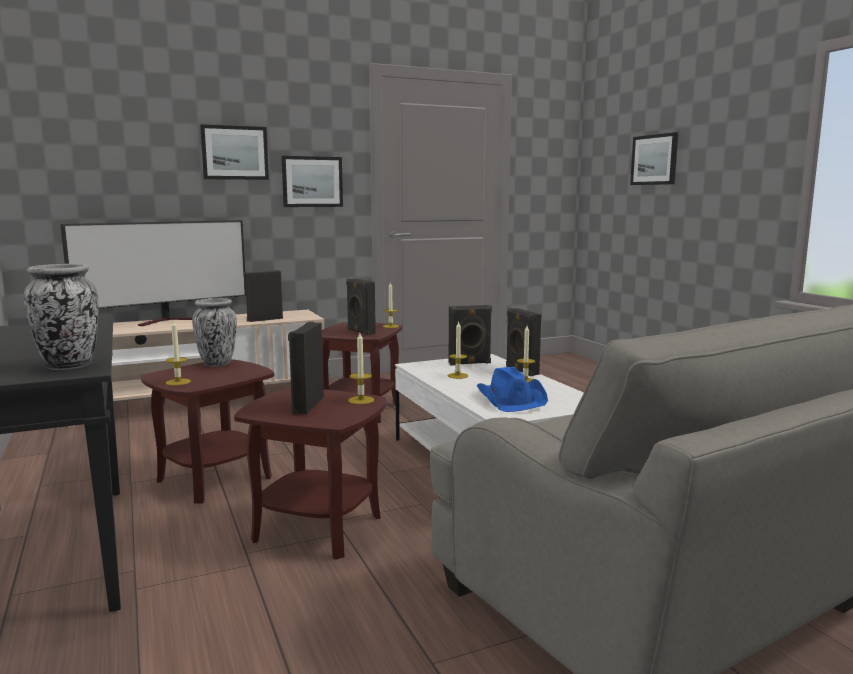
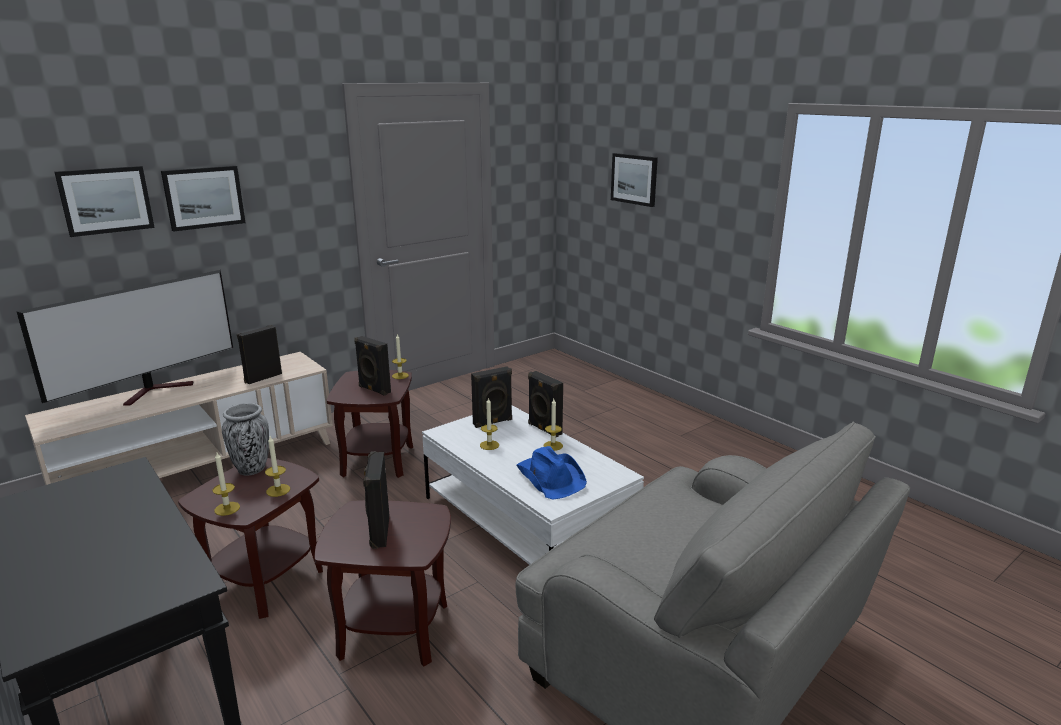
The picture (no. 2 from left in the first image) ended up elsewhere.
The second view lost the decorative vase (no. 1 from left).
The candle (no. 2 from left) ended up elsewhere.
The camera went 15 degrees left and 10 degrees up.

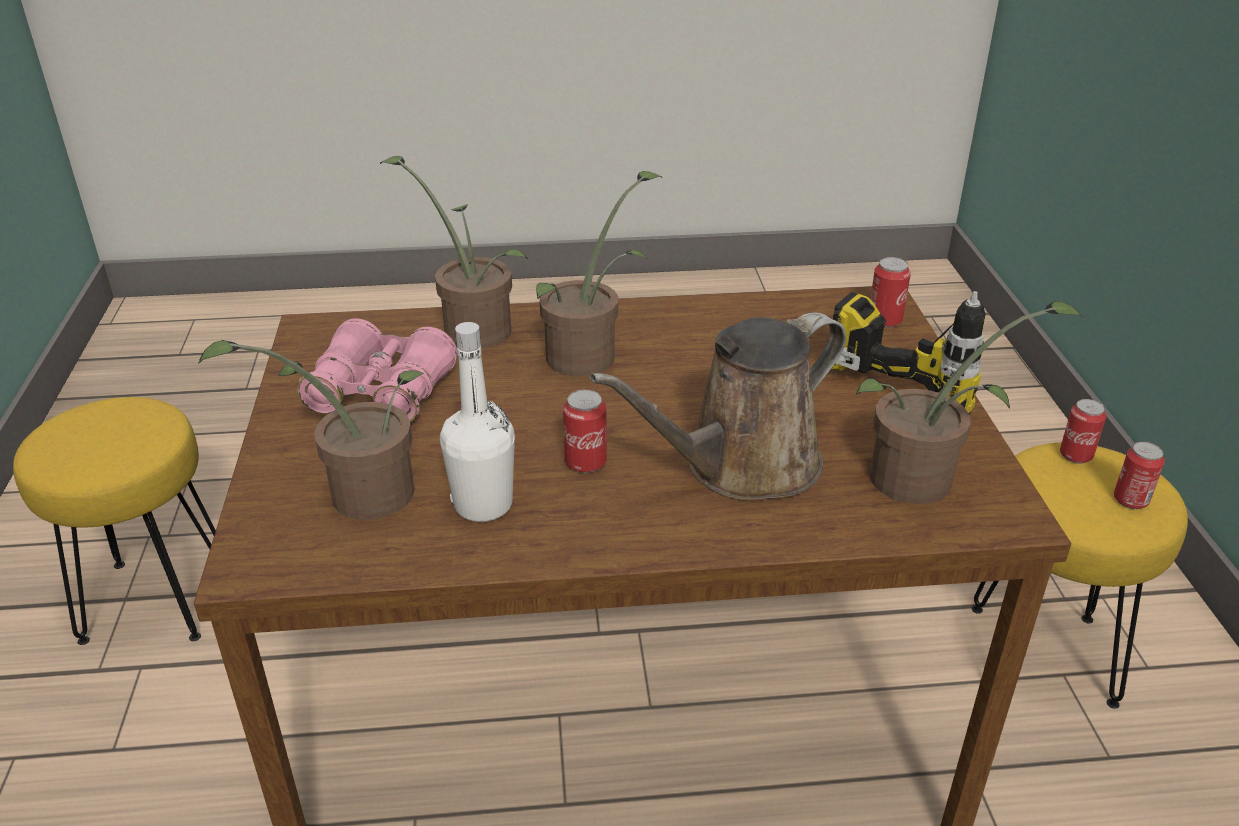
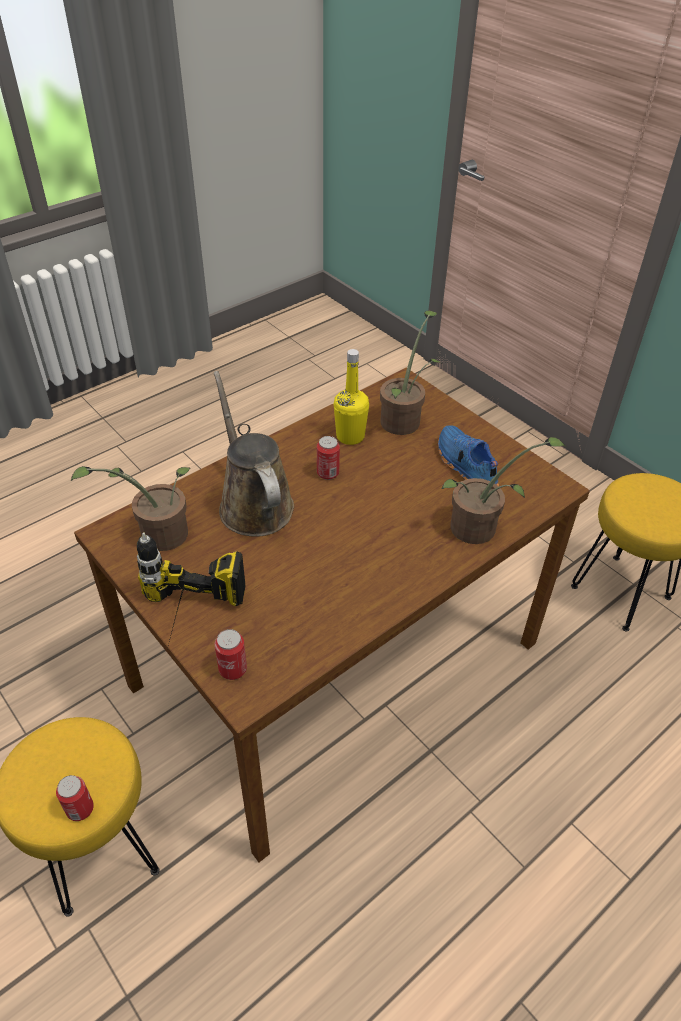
The second view lost the houseplant (no. 3 from left).
The brown watering pot ended up facing another way, 45 degrees counterclockwise from before.
Where the pink field glasses stood, the blue-coloured shoe came to stand.
What was the white beverage bottle turned into the yellow beverage bottle.
The second view lost the can (no. 4 from left).
The camera went 145 degrees right and 10 degrees up.

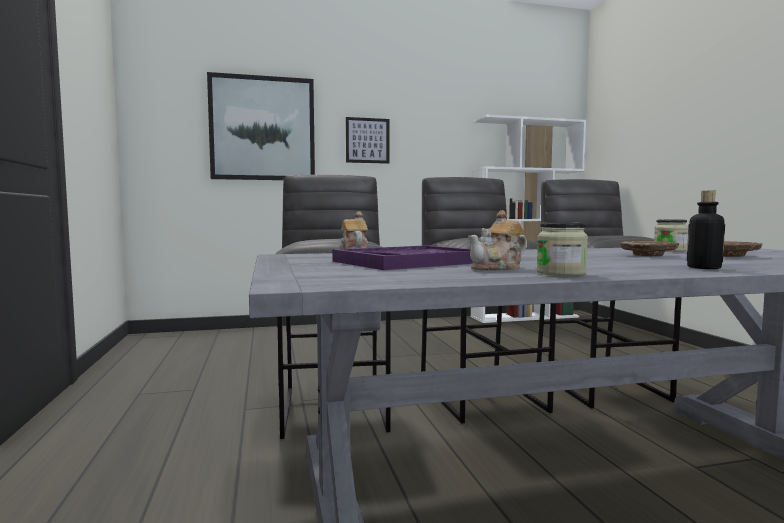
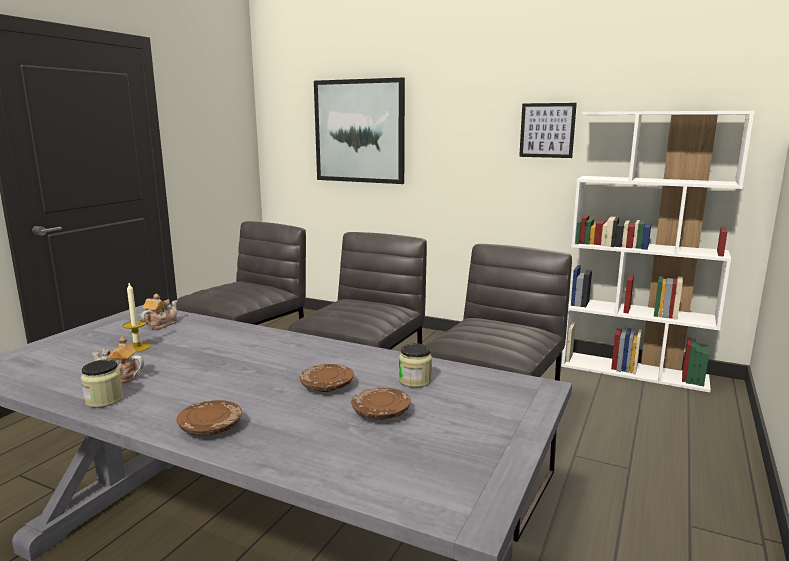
The picture (no. 2 from left) ended up elsewhere.
Where the beverage bottle stood, the brown dinner plate (no. 1 from left) came to stand.
Where the purplish tray stood, the candle came to stand.
The camera went 40 degrees right and 10 degrees up.

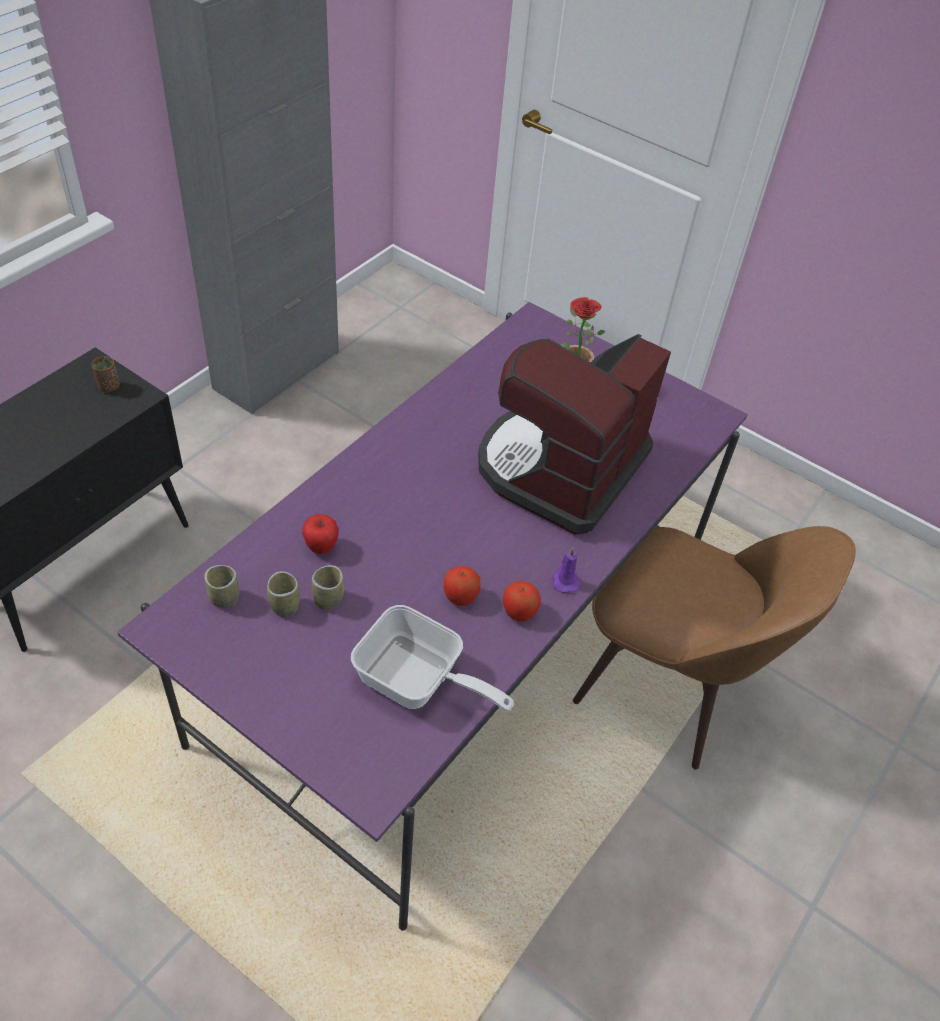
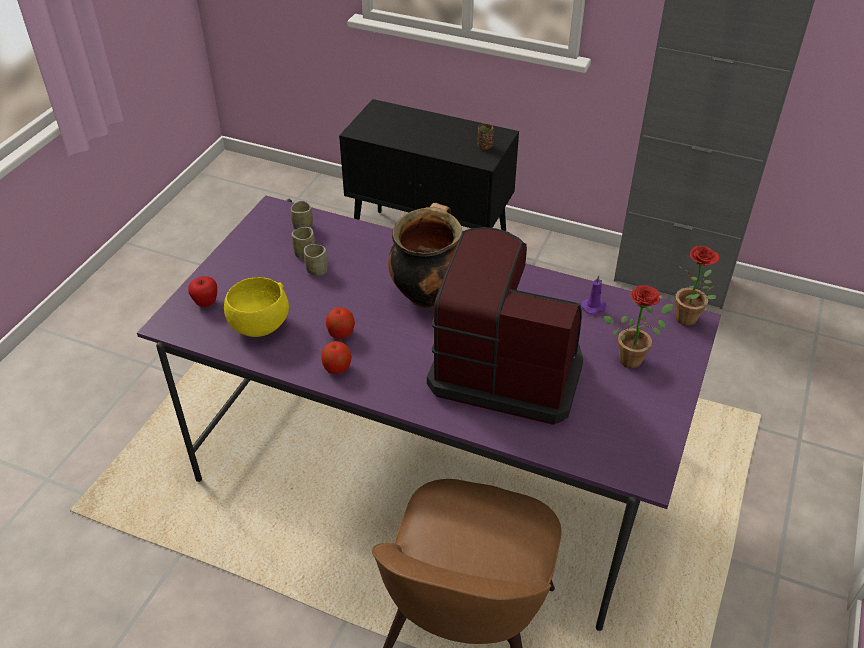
The whole apple (no. 1 from left) ended up elsewhere.
The purplish candle ended up elsewhere.
Where the pan stood, the yellow deep dish came to stand.
The second view gained the stockpot.
The second view gained the houseplant (no. 2 from left).
The camera went 80 degrees right and 5 degrees down.

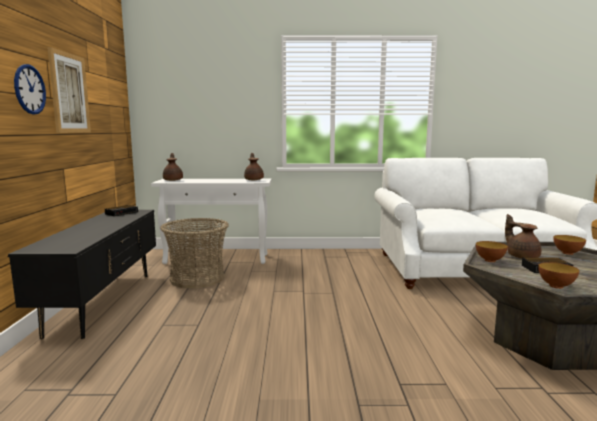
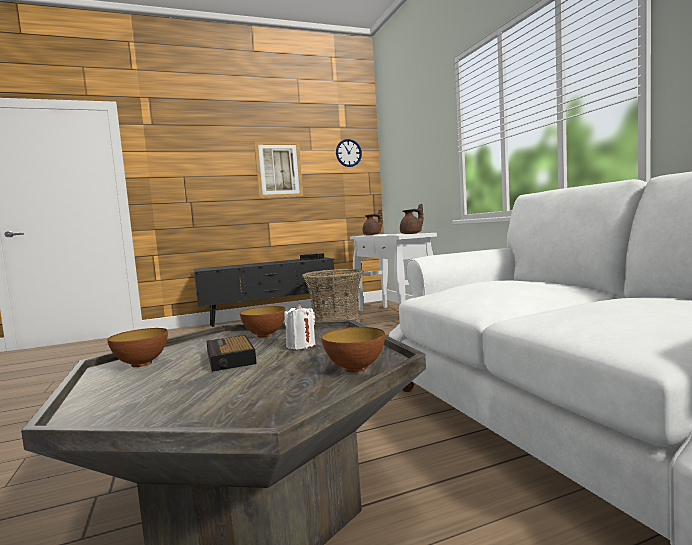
The hanging clock ended up elsewhere.
Where the brown teapot (no. 3 from left) stood, the white candle came to stand.
The camera went 70 degrees right and 5 degrees down.

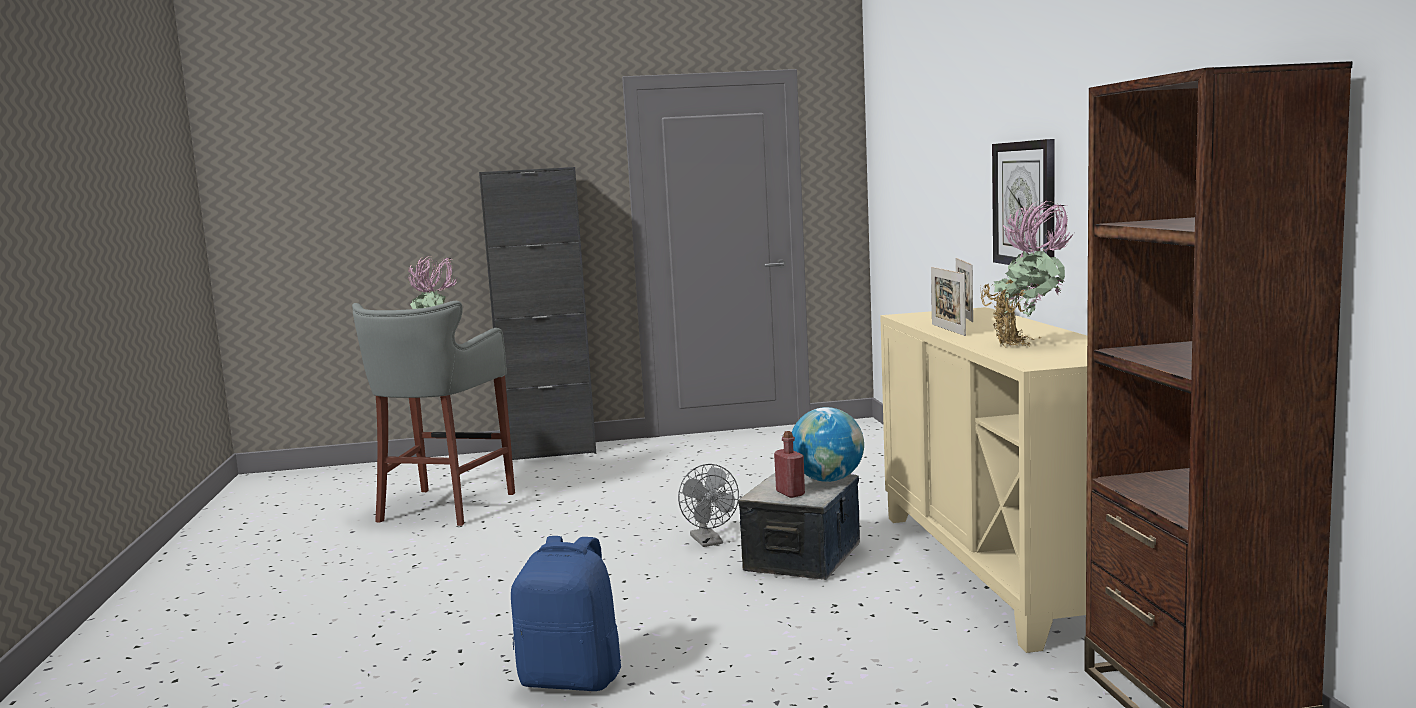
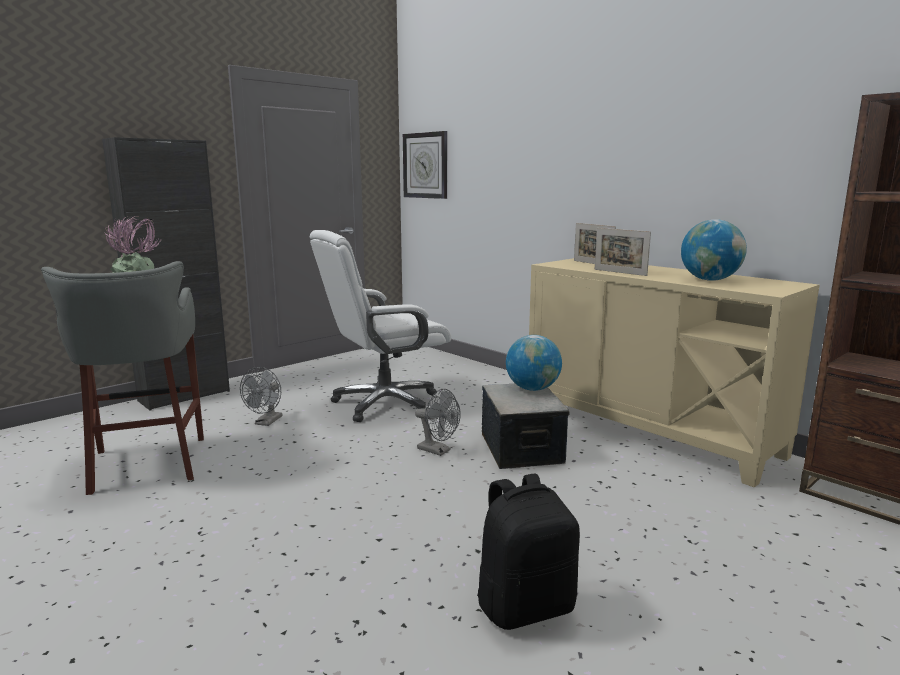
The hanging clock ended up elsewhere.
Where the houseplant (no. 2 from left) stood, the globe (no. 2 from left) came to stand.
The second view lost the reddish beverage bottle.
What was the blue-coloured rucksack turned into the black rucksack.
The second view gained the white computer chair.
The second view gained the grey fan (no. 1 from left).
The camera went 35 degrees left and 5 degrees up.

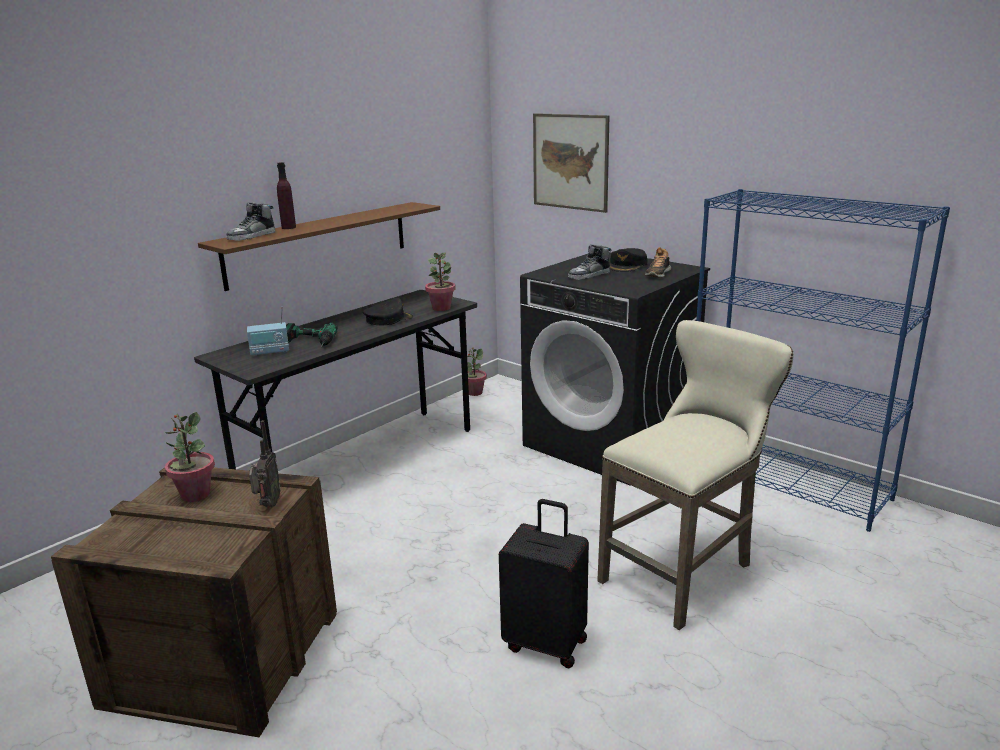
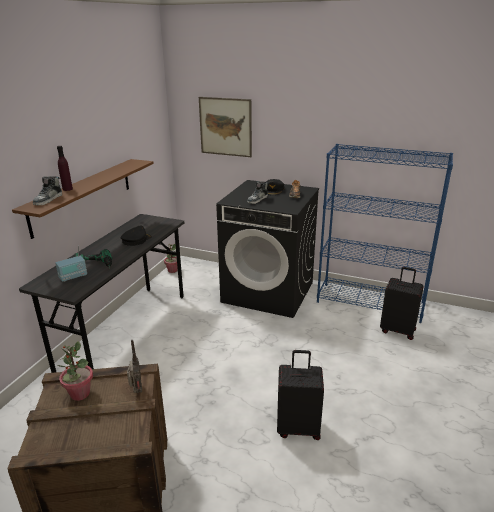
The second view lost the houseplant (no. 2 from left).
The second view lost the beige sitting stool.
The second view gained the black travel case (no. 2 from left).
The camera went 20 degrees left and 5 degrees up.

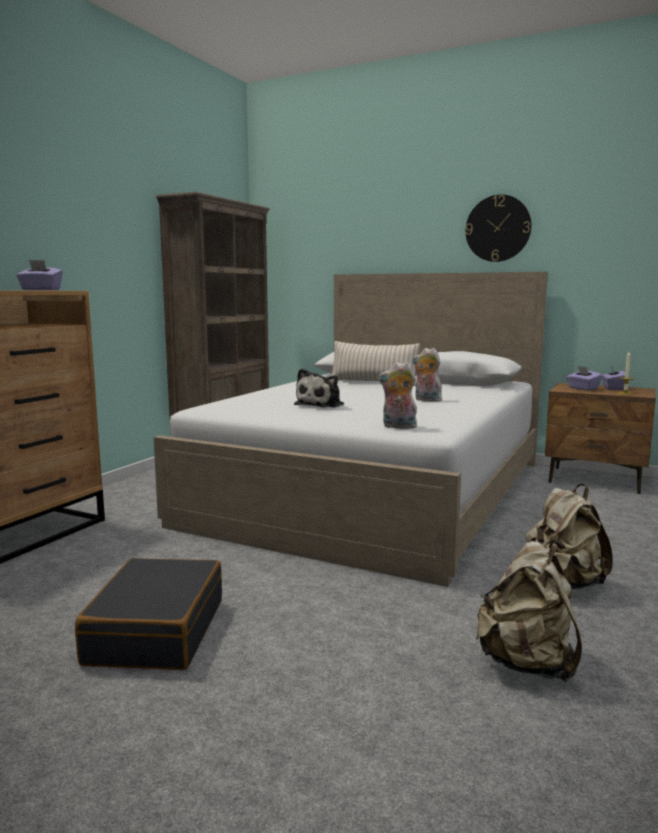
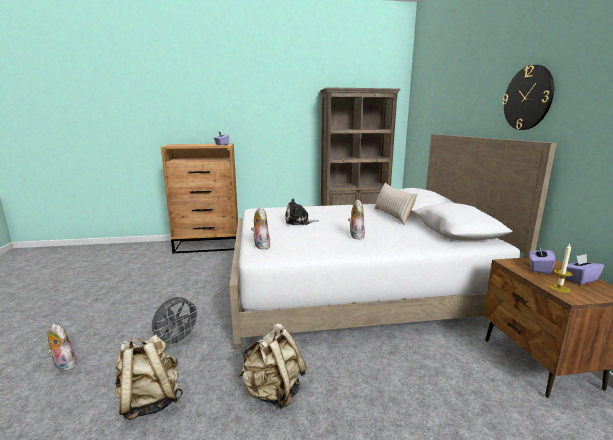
The second view lost the black travel case.
The second view gained the grey fan.
The second view gained the cuddly toy (no. 1 from left).
The camera went 55 degrees right and 5 degrees up.

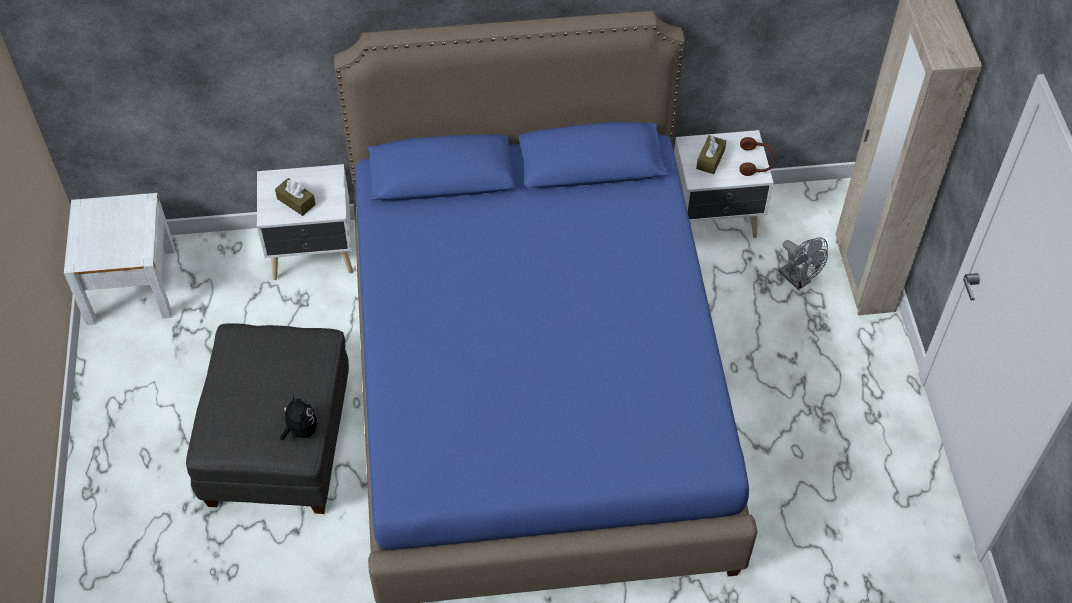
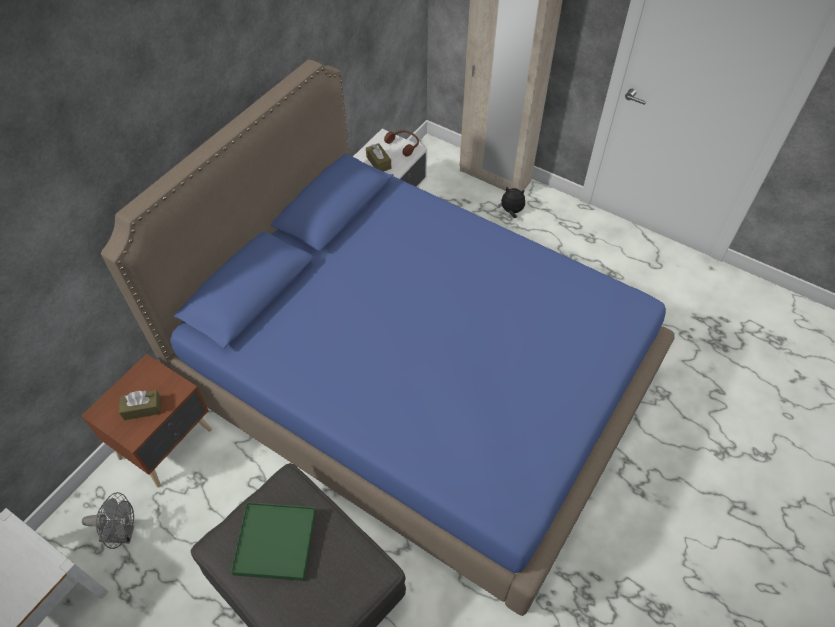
What was the white nightstand (no. 2 from left) turned into the brown nightstand.
The grey fan ended up elsewhere.
The cuddly toy ended up elsewhere.
The second view gained the green tray.
The camera went 50 degrees left and 0 degrees up.

